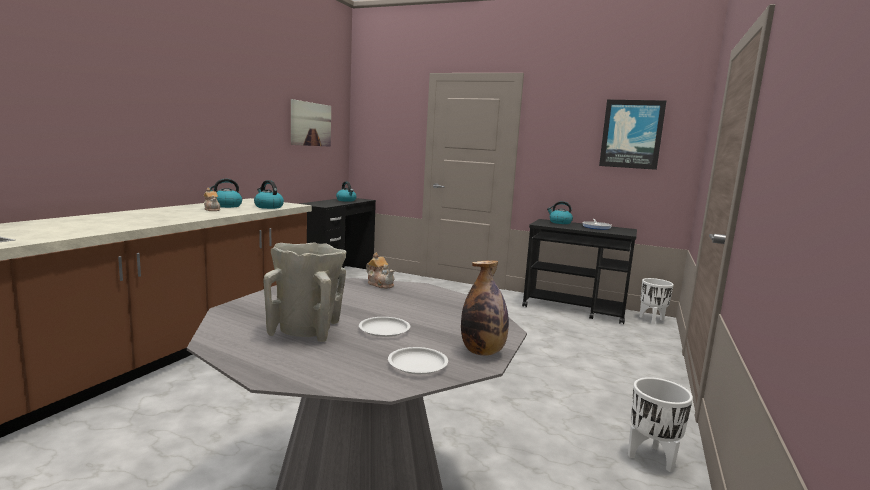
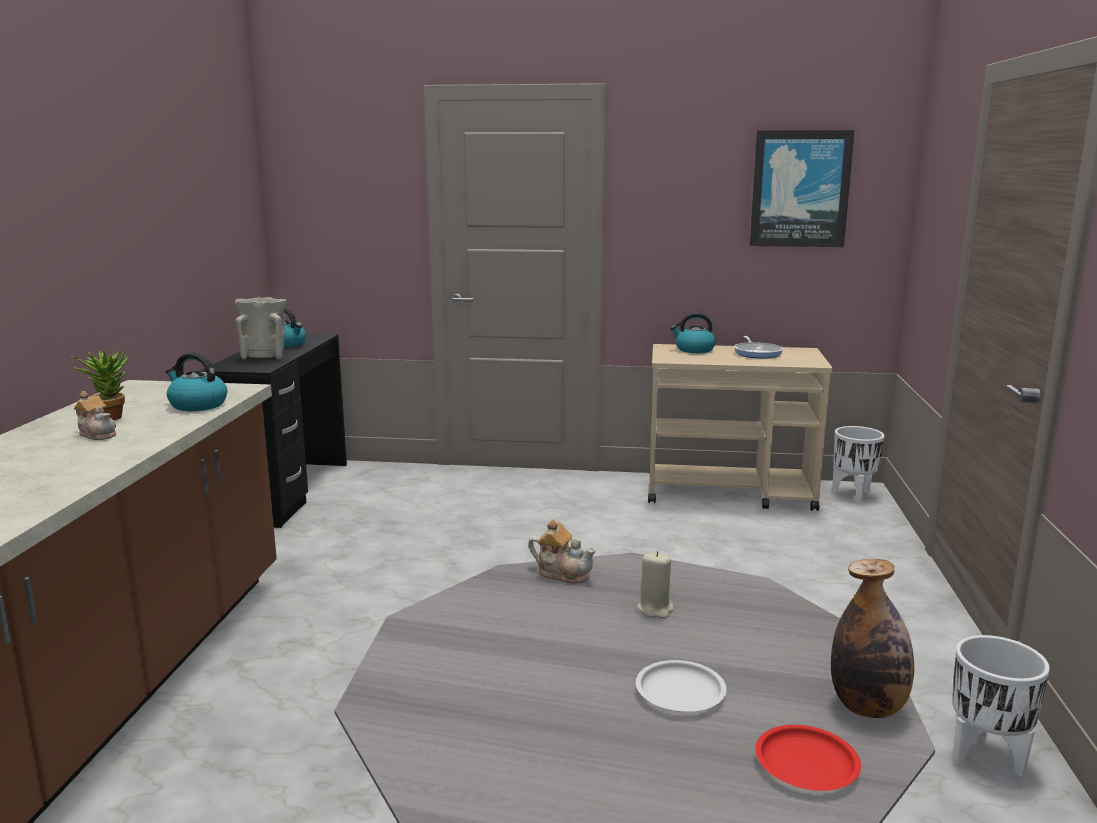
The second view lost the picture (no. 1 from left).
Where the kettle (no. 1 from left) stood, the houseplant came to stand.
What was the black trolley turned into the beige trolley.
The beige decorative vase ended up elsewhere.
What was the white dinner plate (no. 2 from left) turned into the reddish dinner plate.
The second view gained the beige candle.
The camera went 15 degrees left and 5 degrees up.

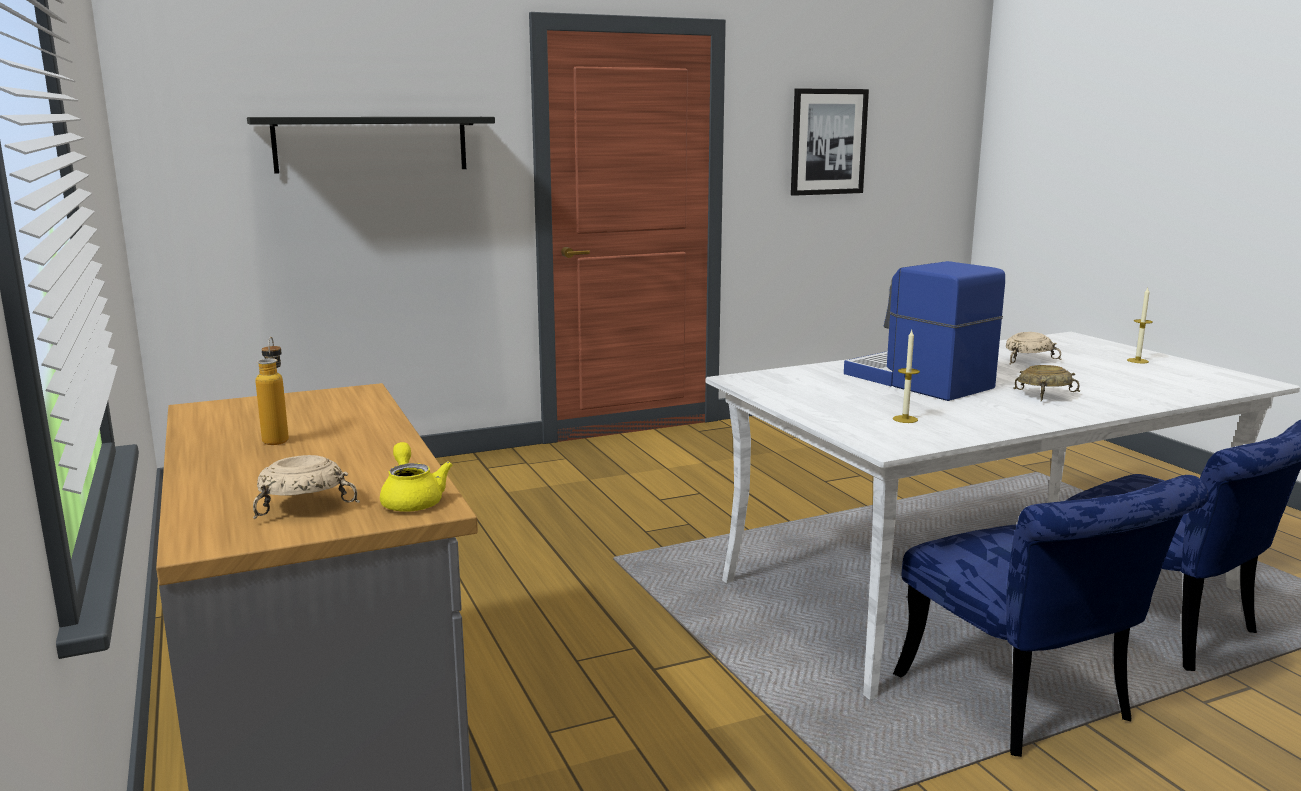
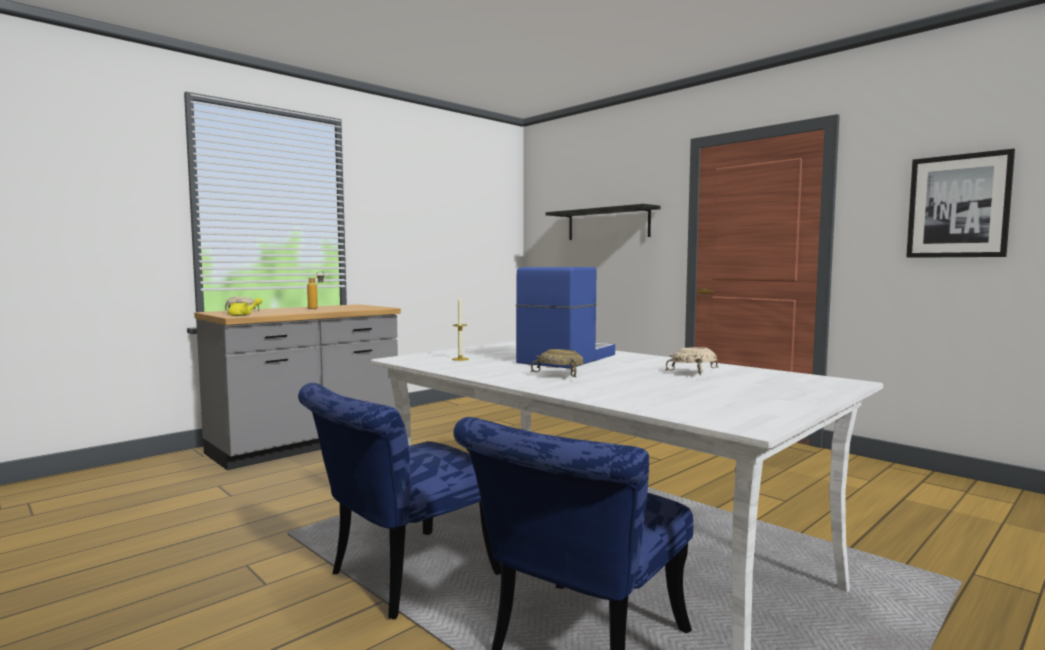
The second view lost the candle (no. 2 from left).
The camera went 70 degrees right and 10 degrees down.

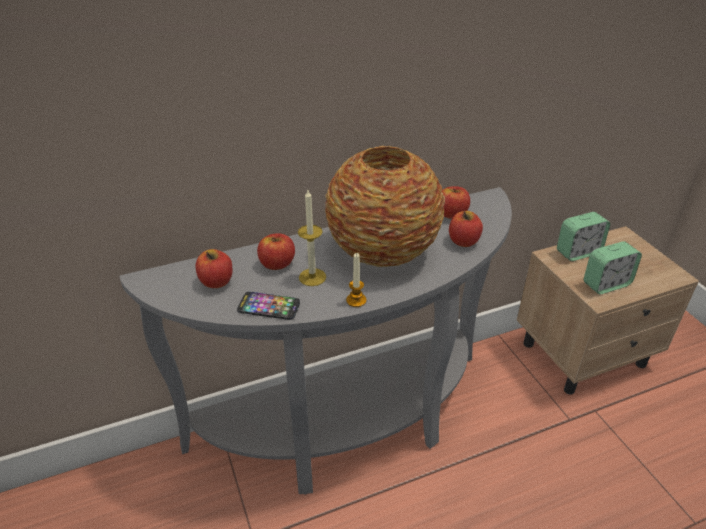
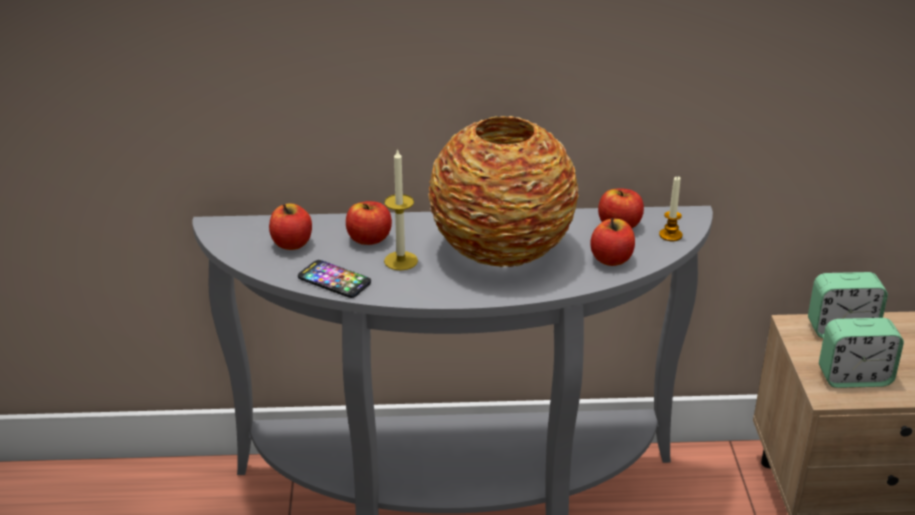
The candle (no. 2 from left) ended up elsewhere.
The camera went 20 degrees right and 5 degrees down.

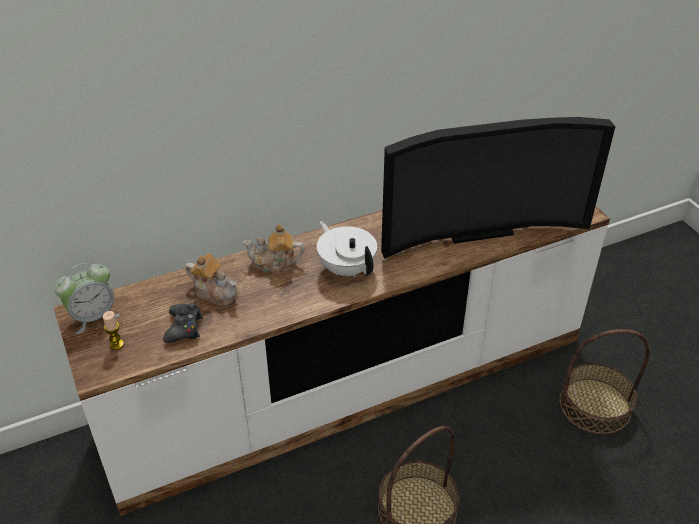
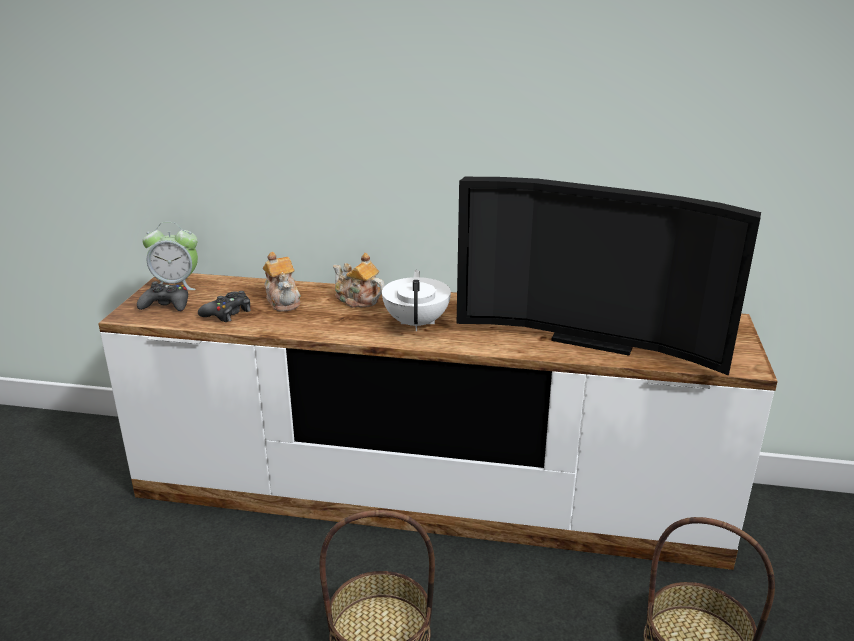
Where the candle stood, the black game controller (no. 1 from left) came to stand.
The camera went 35 degrees right and 15 degrees down.

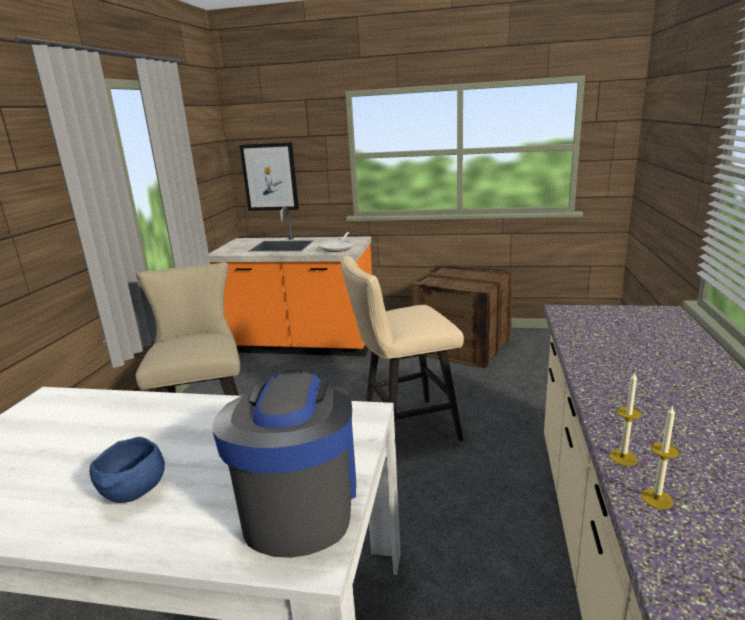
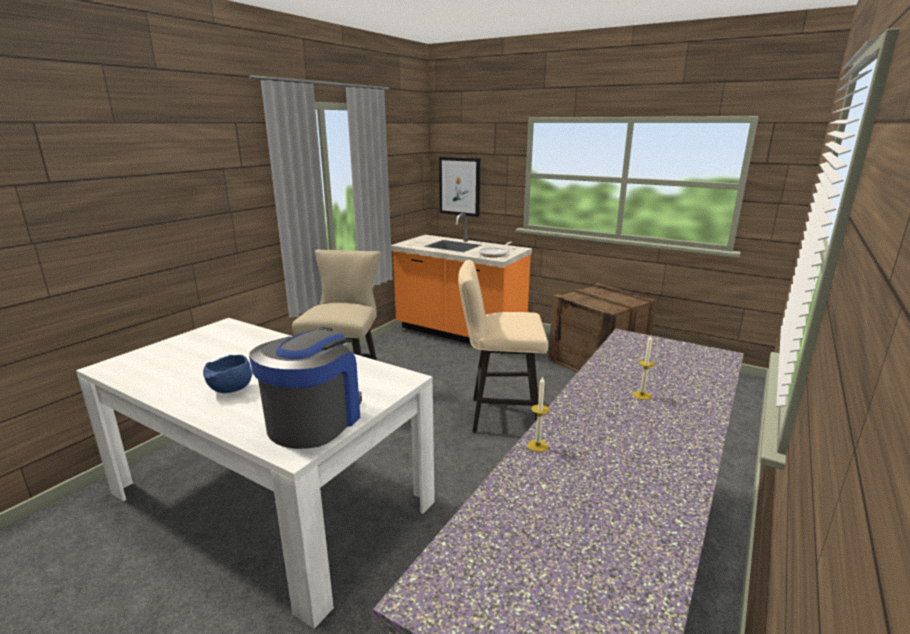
The candle (no. 2 from left) ended up elsewhere.
The camera went 20 degrees right and 0 degrees up.

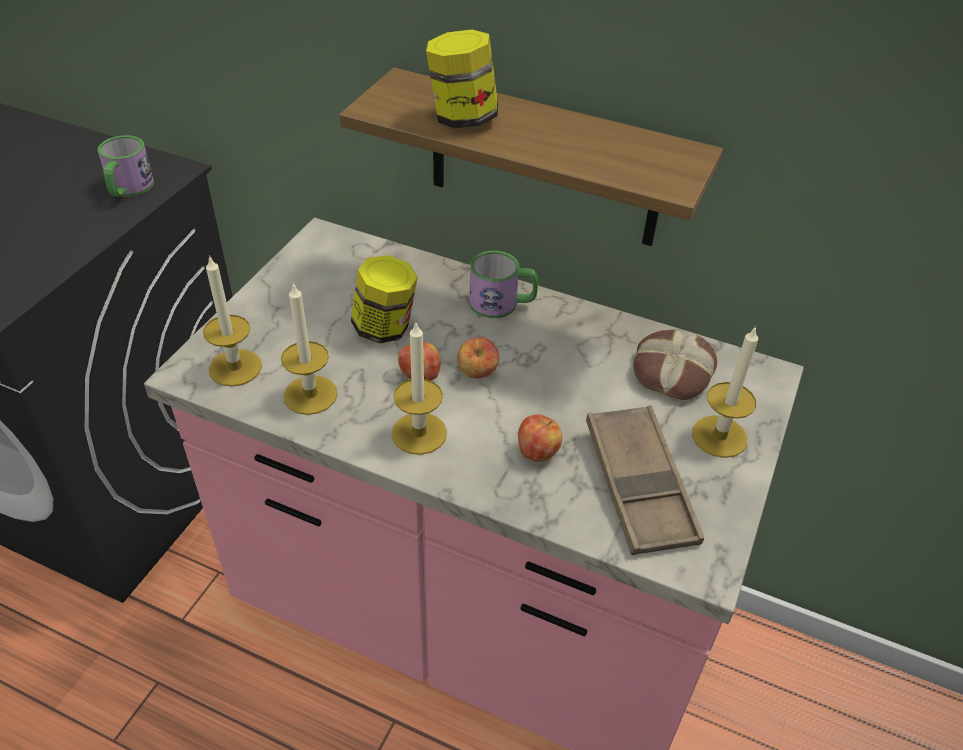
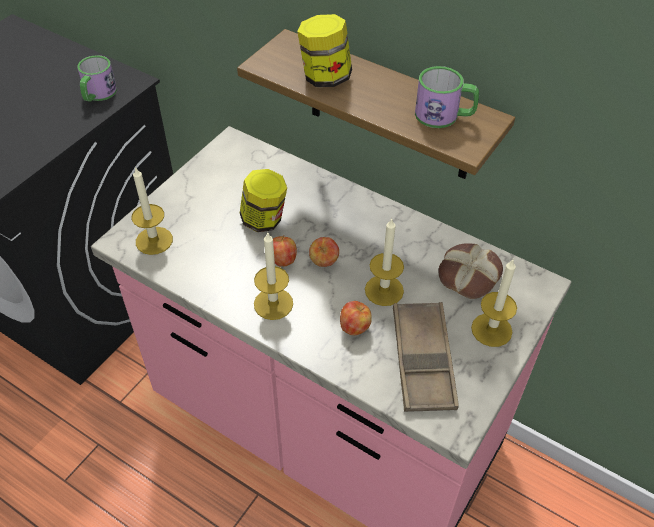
The mug (no. 2 from left) ended up elsewhere.
The candle (no. 2 from left in the first image) ended up elsewhere.
The camera went 10 degrees right and 5 degrees up.

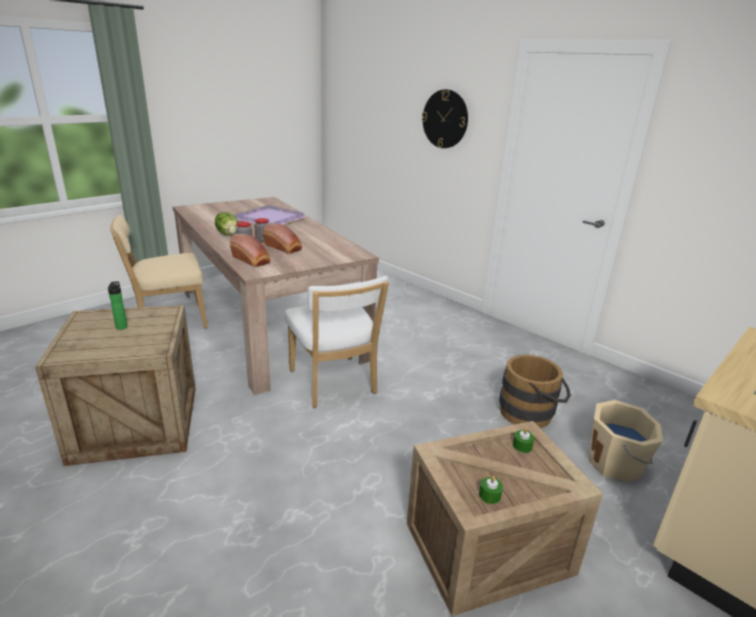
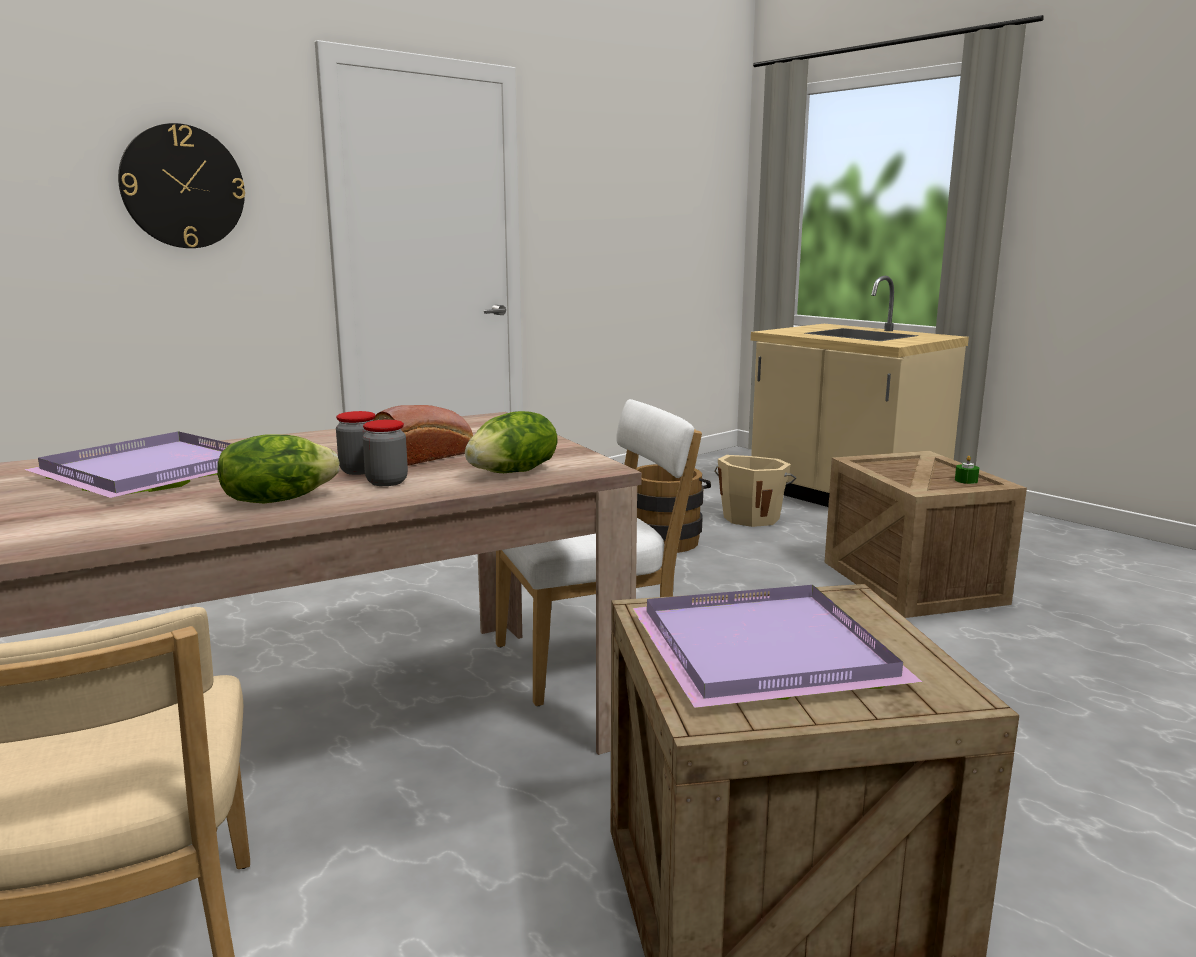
Where the bread (no. 1 from left) stood, the lettuce head (no. 2 from left) came to stand.
Where the beverage bottle stood, the purplish tray (no. 2 from left) came to stand.
The second view lost the green candle (no. 2 from left).
The camera went 85 degrees left and 10 degrees down.

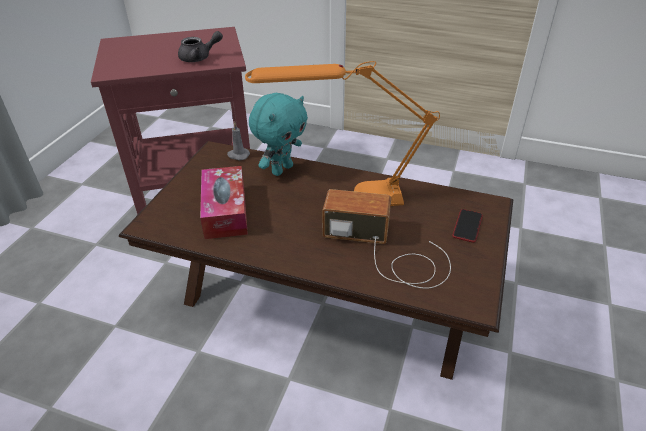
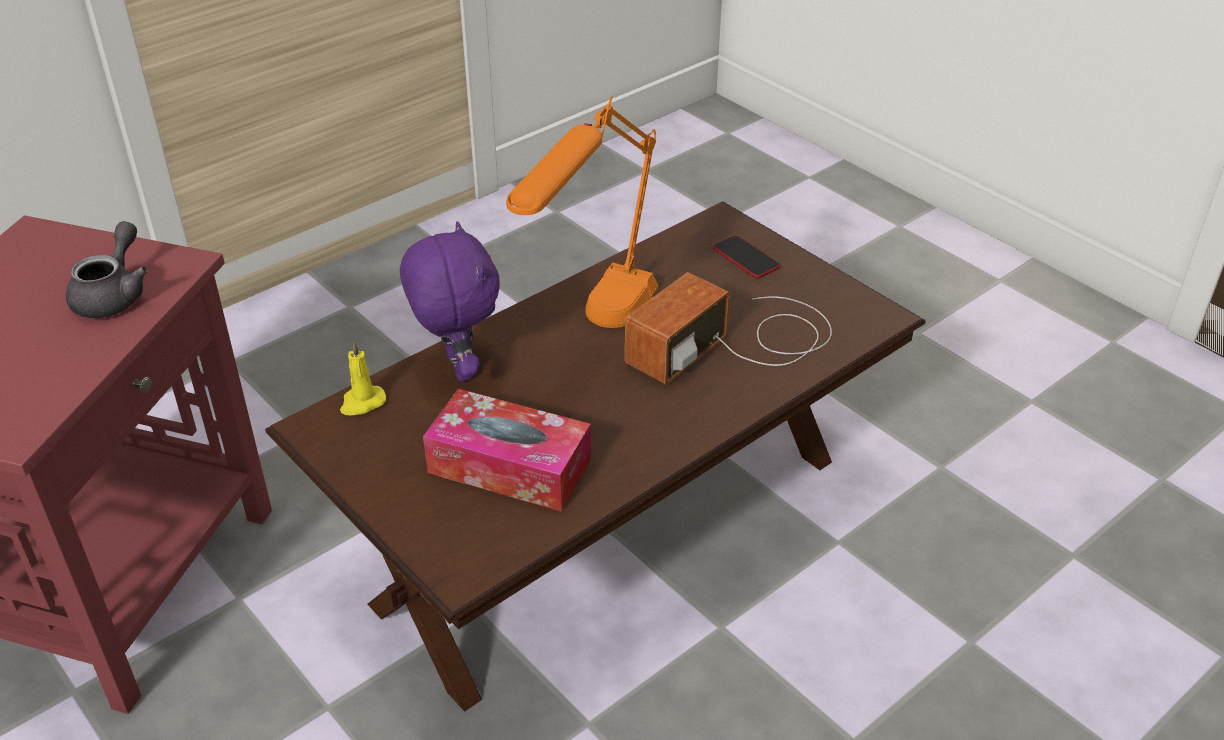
What was the blue-green cuddly toy turned into the purplish cuddly toy.
What was the grey candle turned into the yellow candle.
The camera went 60 degrees left and 0 degrees up.

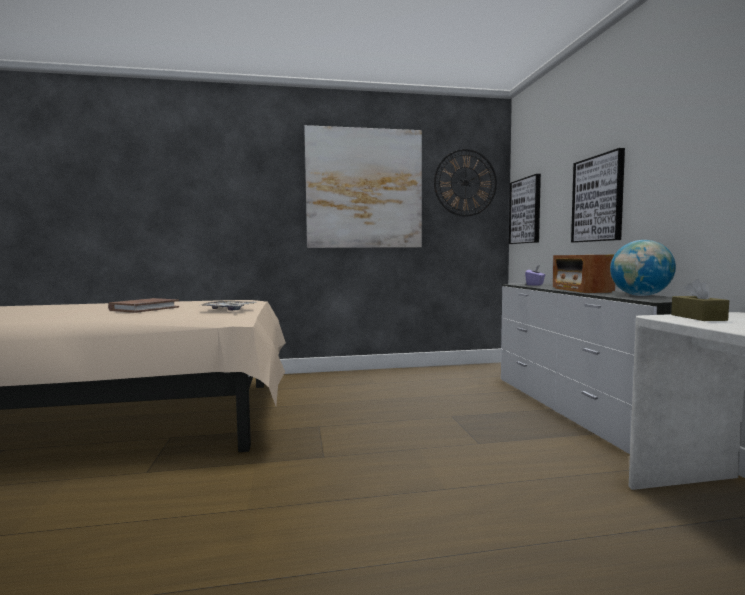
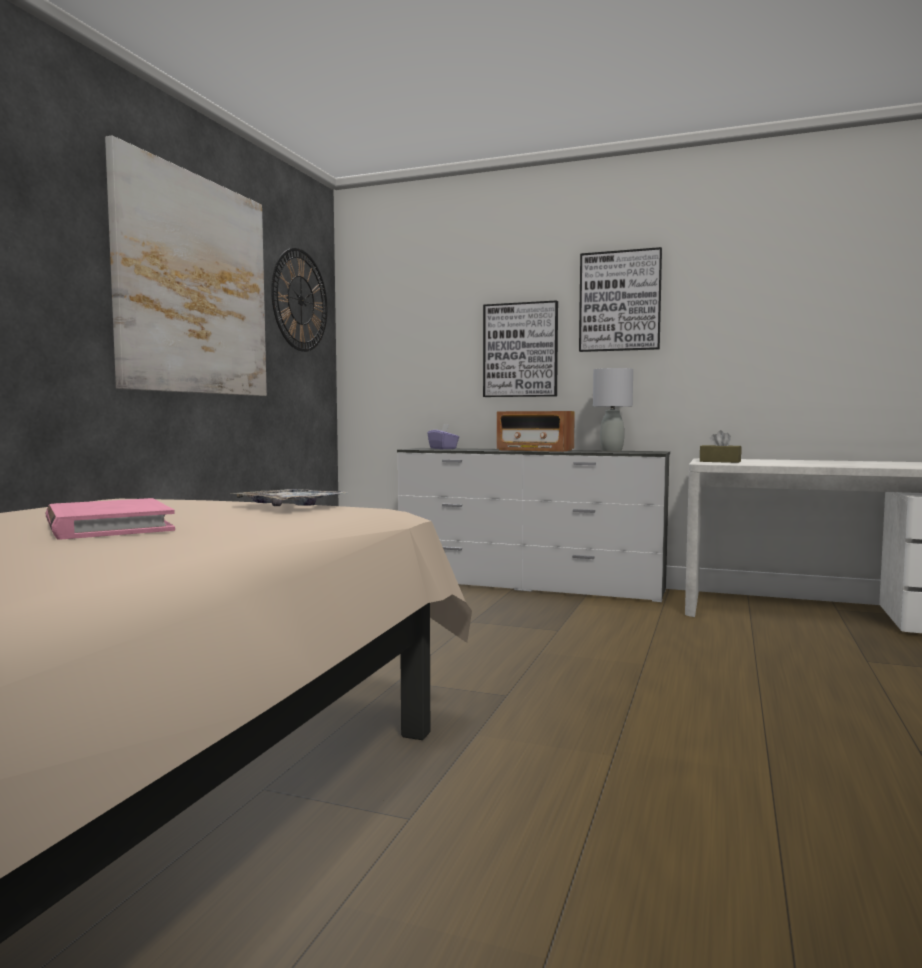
The picture (no. 2 from left in the first image) ended up elsewhere.
Where the globe stood, the grey tabletop lamp came to stand.
What was the brown book turned into the pink book.
The camera went 60 degrees left and 0 degrees up.

